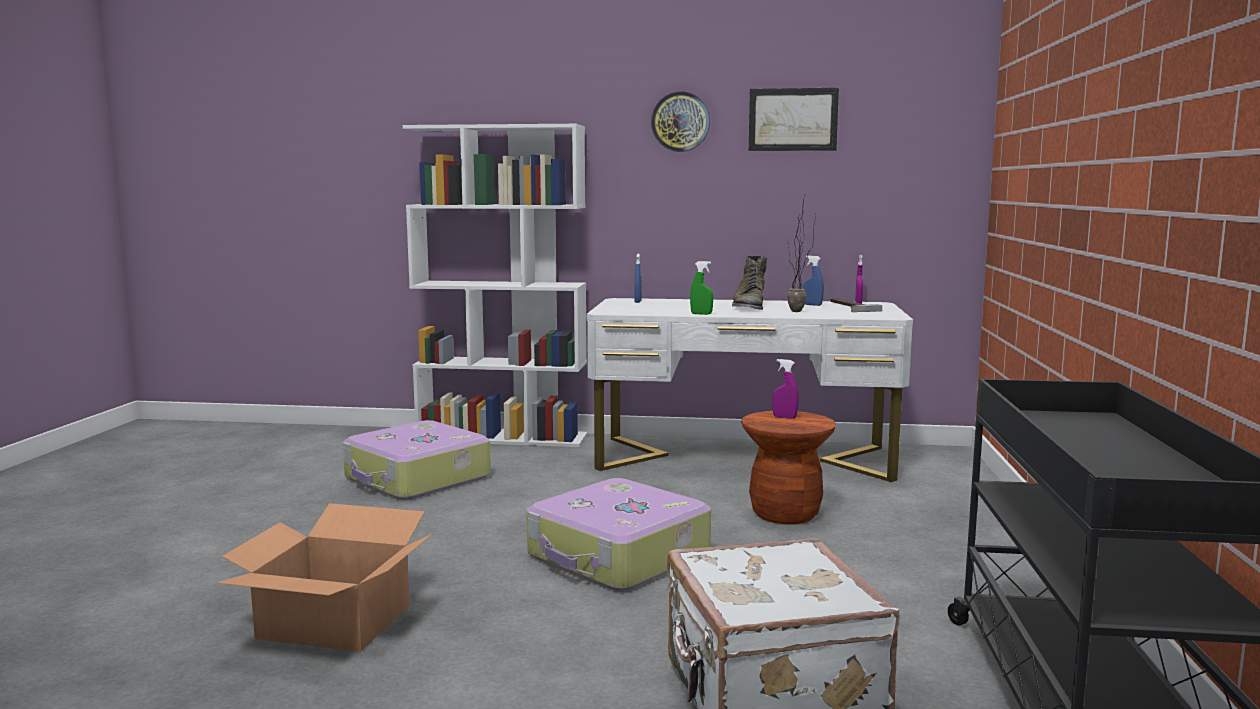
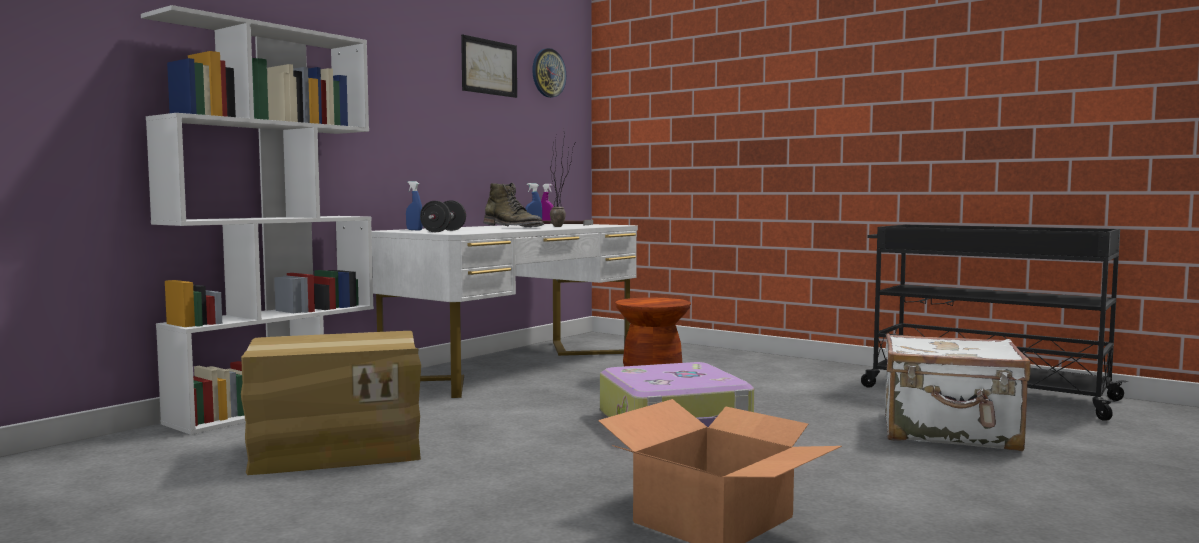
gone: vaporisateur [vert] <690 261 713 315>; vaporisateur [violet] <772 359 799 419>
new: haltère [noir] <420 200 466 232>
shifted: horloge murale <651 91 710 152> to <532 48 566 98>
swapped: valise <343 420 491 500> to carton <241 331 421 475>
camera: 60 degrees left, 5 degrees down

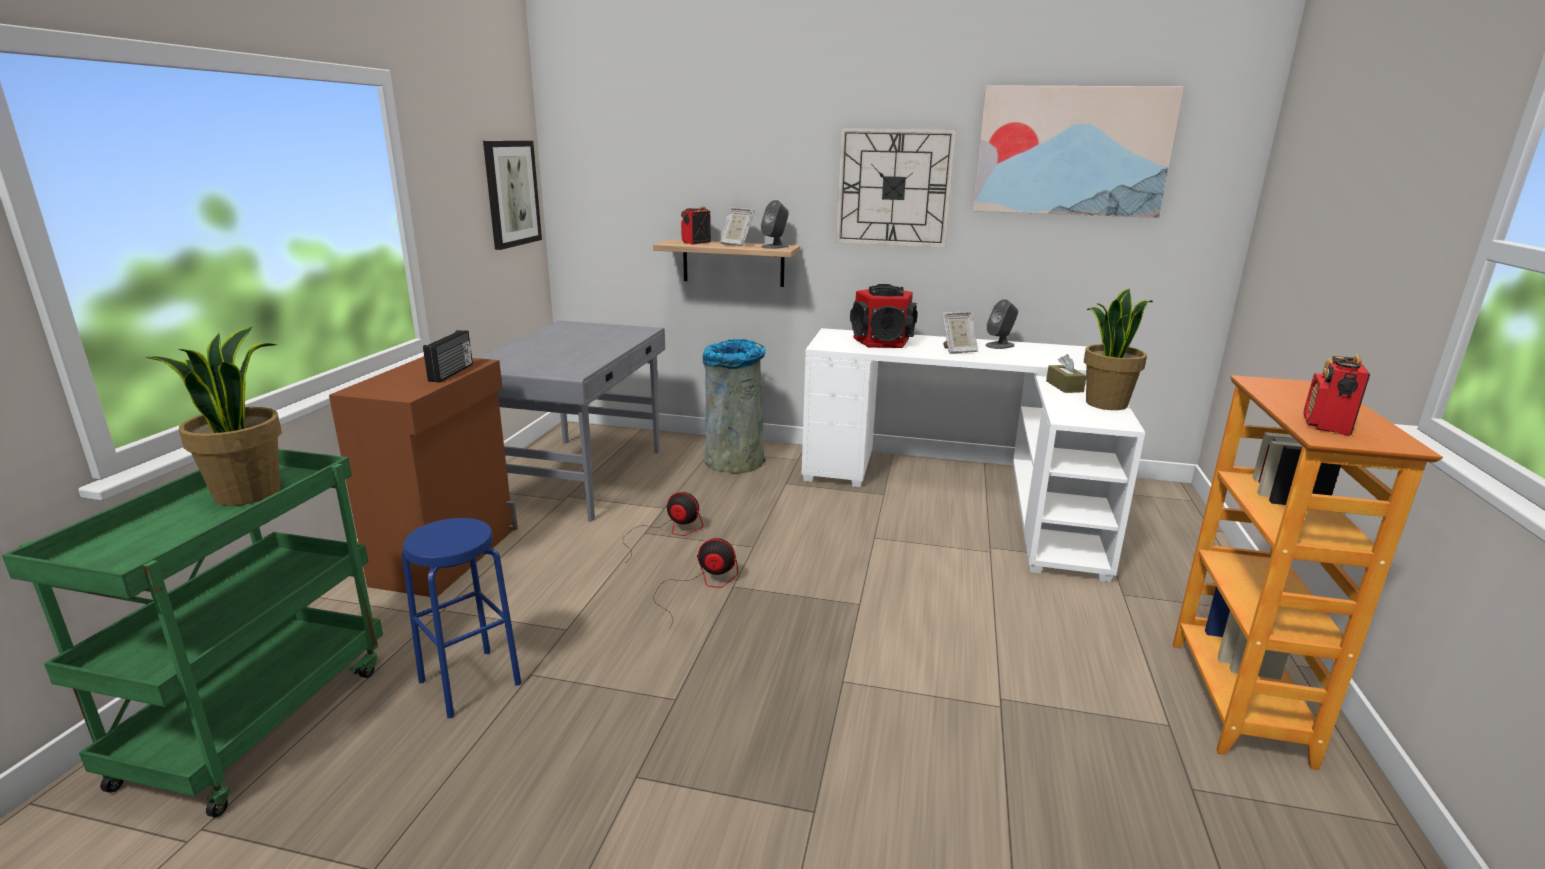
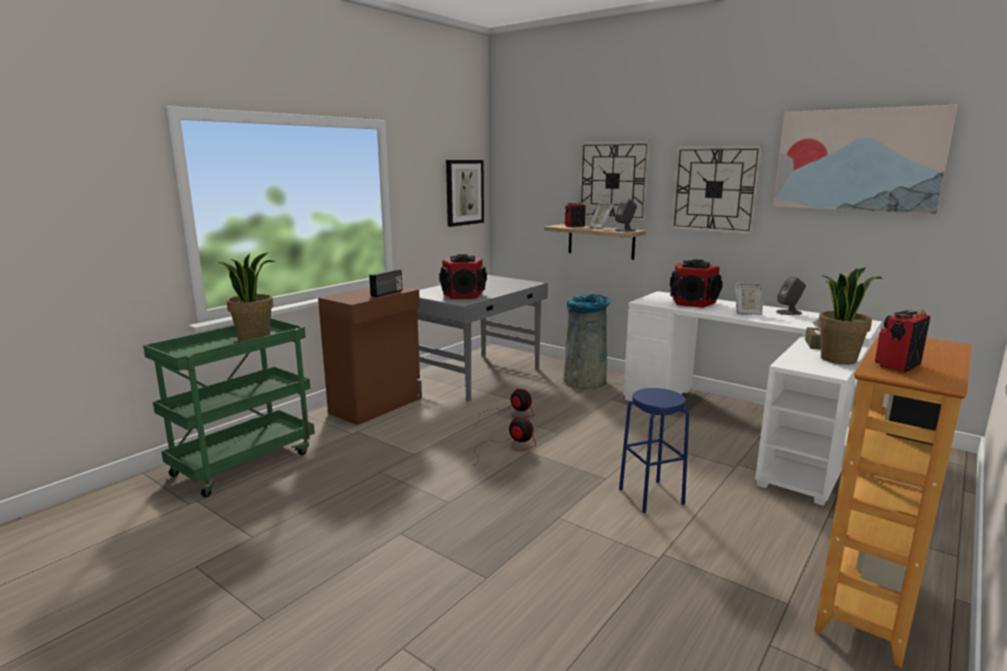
new: enceinte <439 254 487 299>; horloge murale <578 141 651 222>
shifted: tabouret [bleu] <402 518 521 718> to <619 388 689 513>
camera: 25 degrees right, 5 degrees down

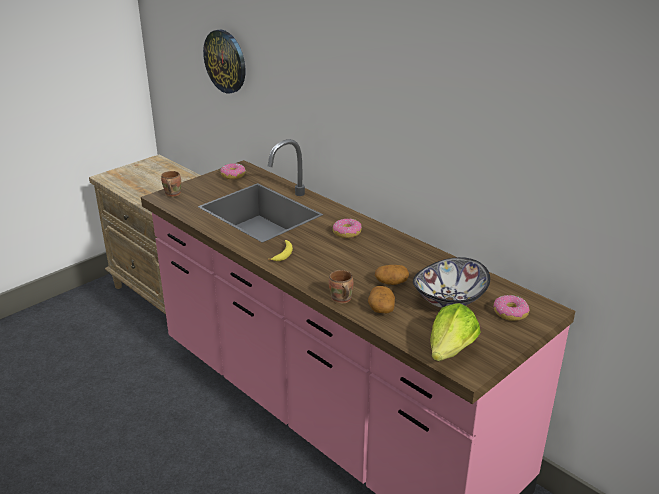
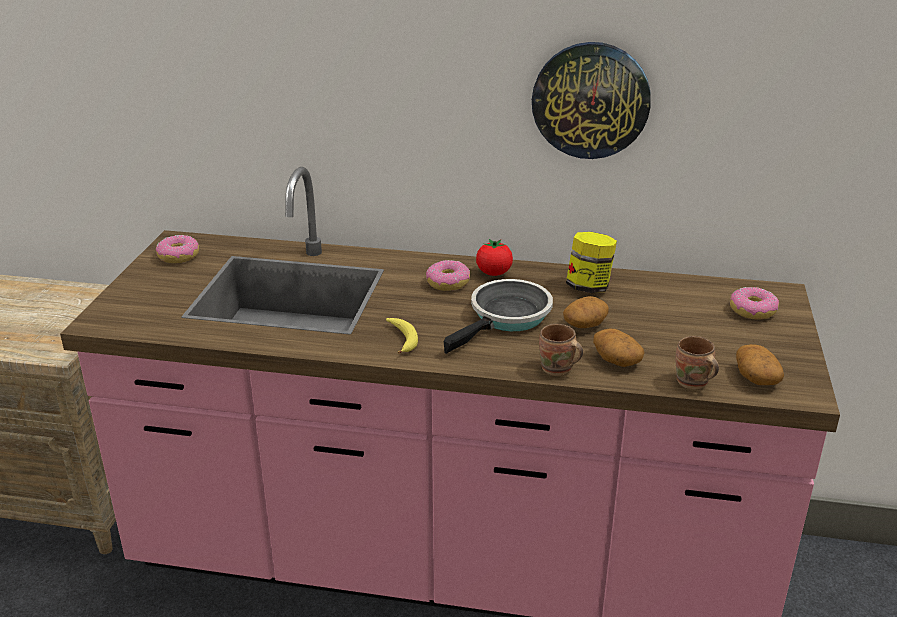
gone: bol <413 257 490 308>
new: poêle <444 279 553 354>; tomate <476 239 513 276>; bocal <566 232 617 293>
shifted: mug [marron] <161 171 181 197> to <675 336 719 389>; horloge murale <203 30 245 93> to <532 42 651 159>
swapped: laitue <430 303 480 361> to pomme de terre <736 344 784 385>
camera: 35 degrees left, 0 degrees up

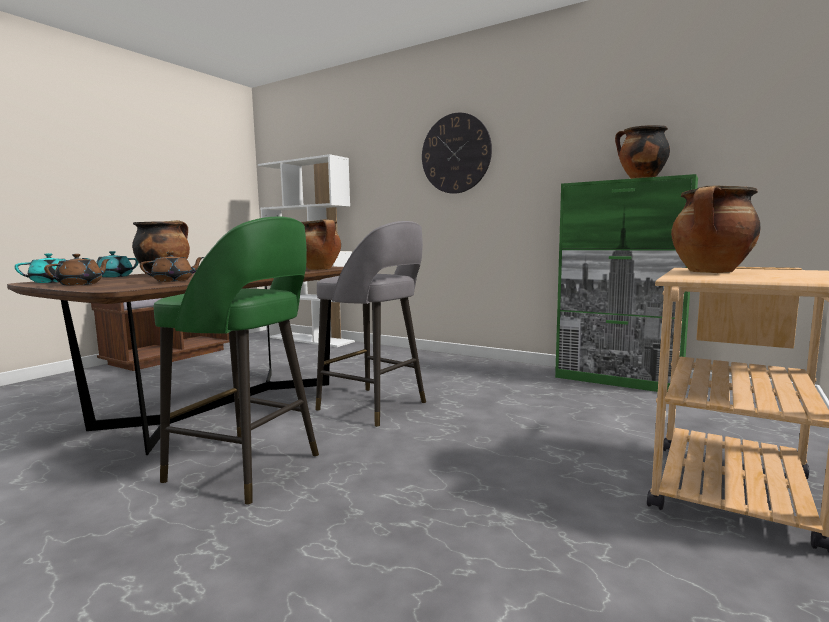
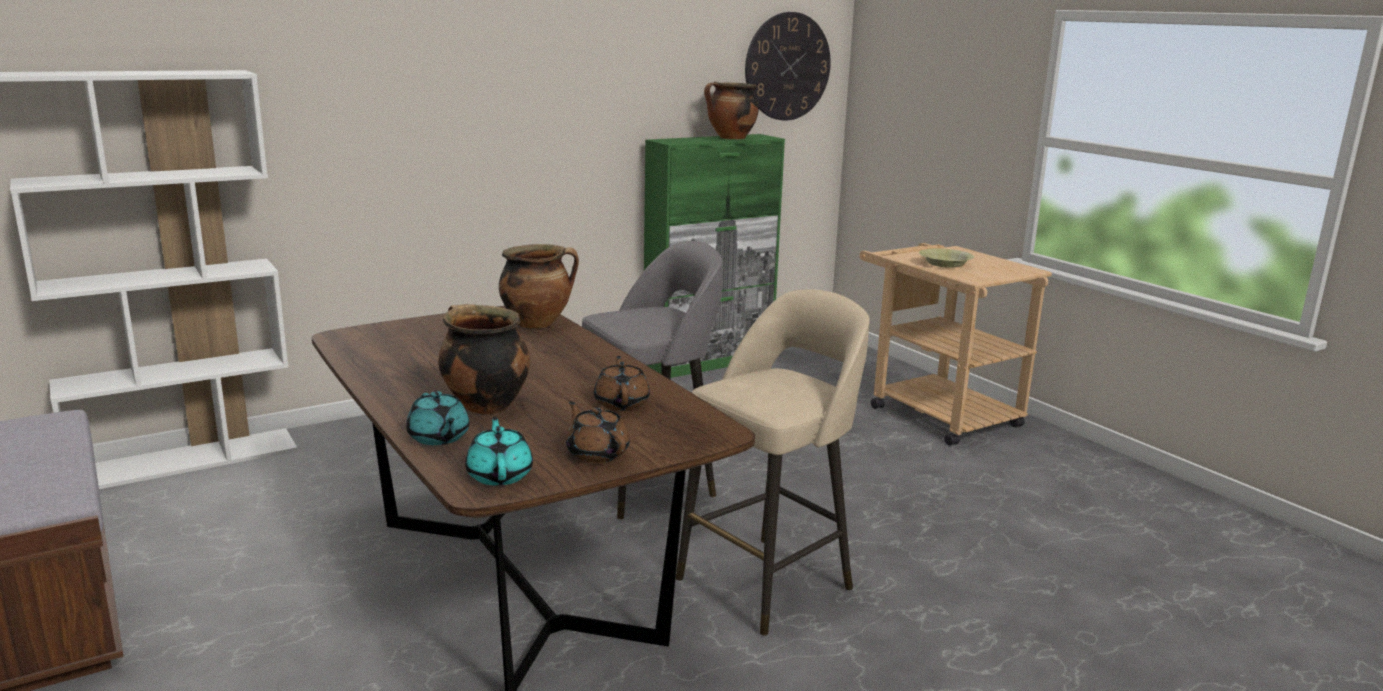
shifted: horloge murale <422 113 492 194> to <745 12 831 121>
swapped: marmite <671 186 760 273> to bol [jaune] <919 248 974 268>
repainted: tabouret [vert] <154 217 319 505> to tabouret [beige] <676 289 870 636>
camera: 65 degrees left, 10 degrees up

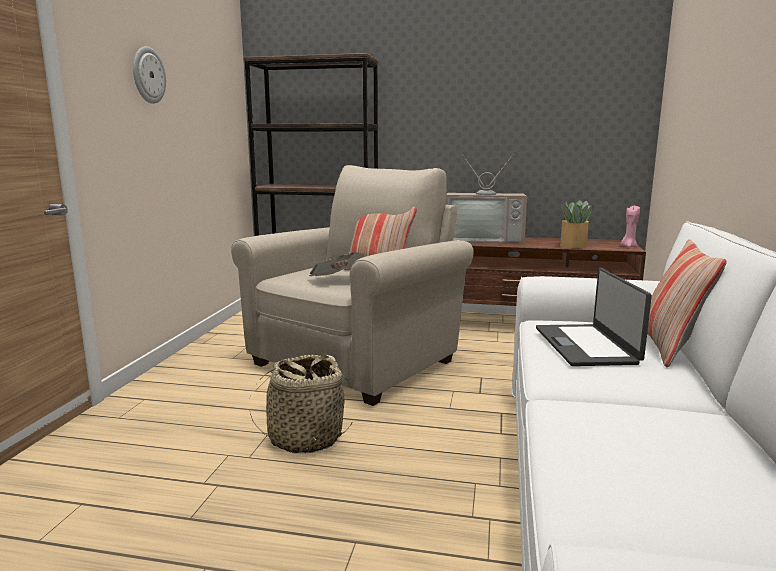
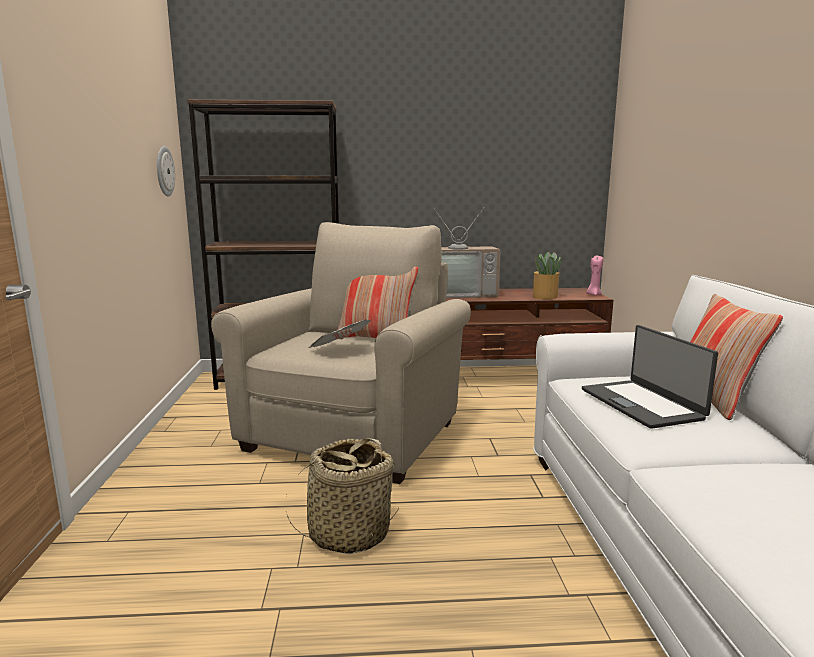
shifted: horloge murale <133 46 166 104> to <157 146 175 196>
camera: 15 degrees left, 0 degrees up

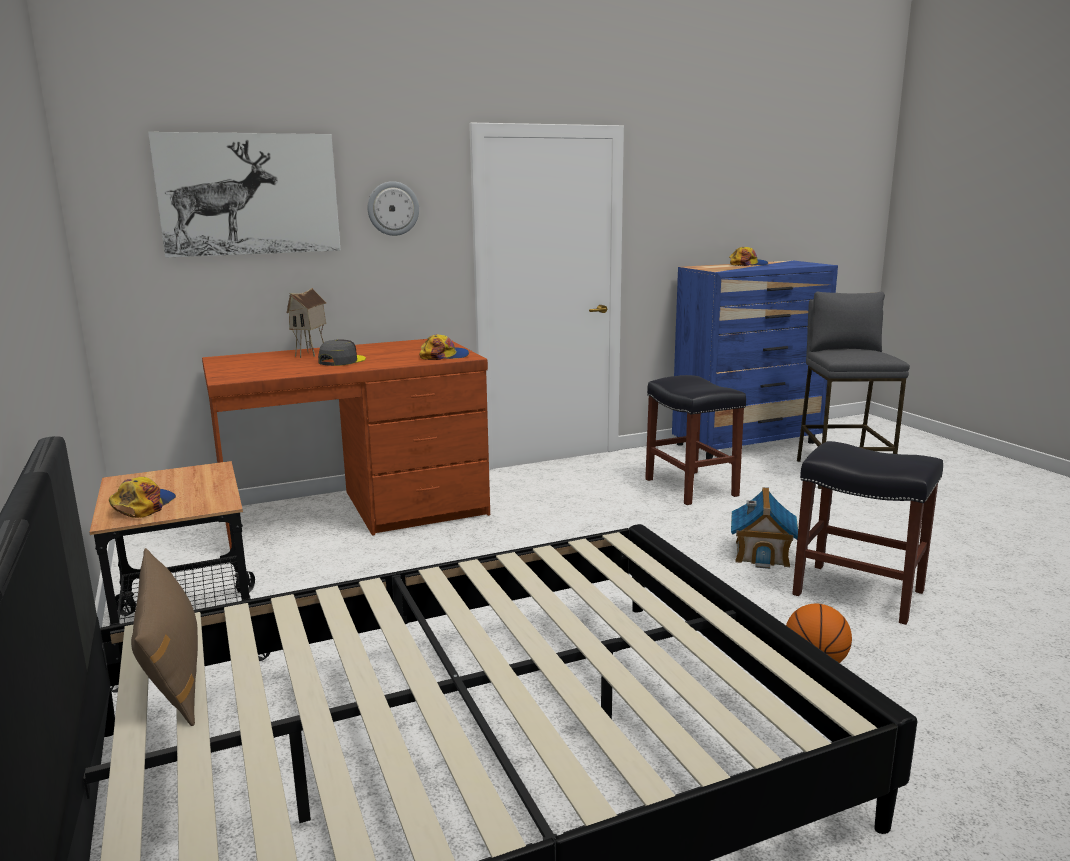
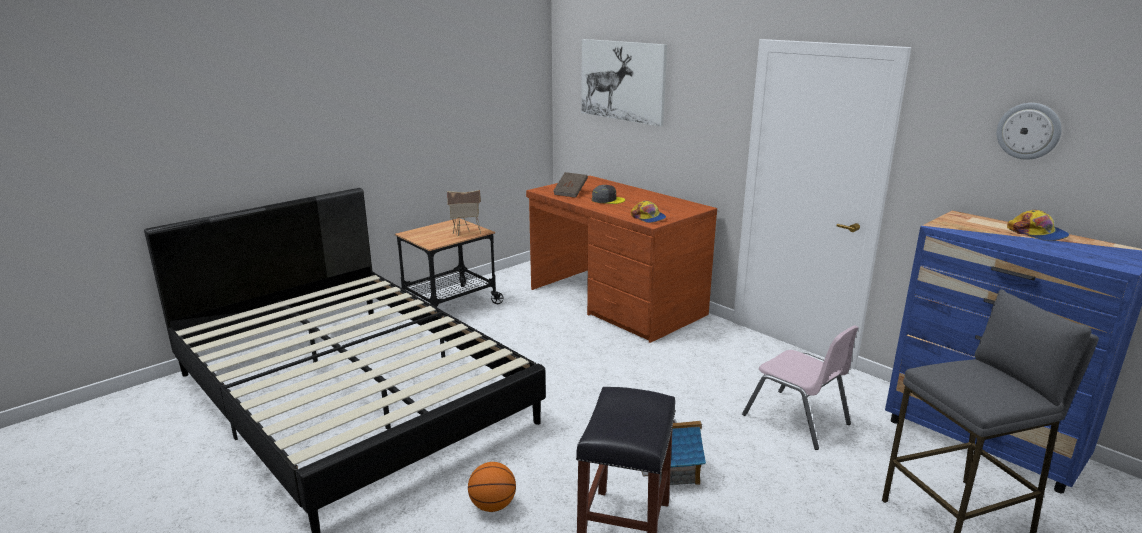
gone: casquette <109 477 176 518>; coussin [marron] <131 548 198 726>
new: livre [marron] <553 172 588 198>
shifted: maison miniature <287 288 326 358> to <447 190 481 236>; horloge murale <367 181 419 236> to <997 103 1062 160>
swapped: tabouret [noir] <645 375 746 505> to chaise [rose] <742 325 859 450>
camera: 70 degrees right, 5 degrees up

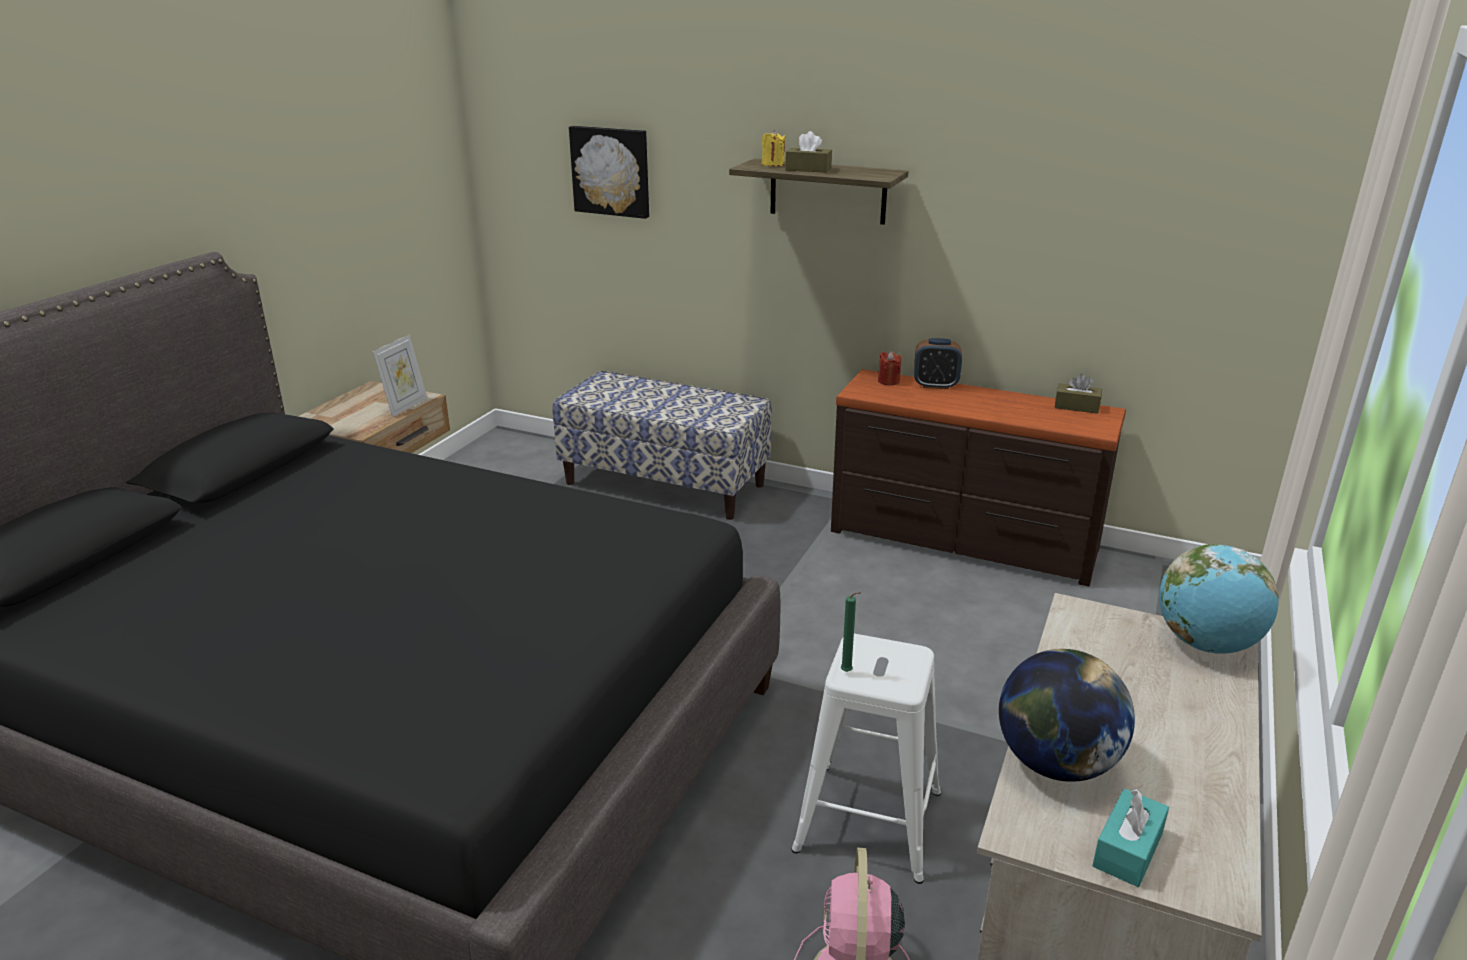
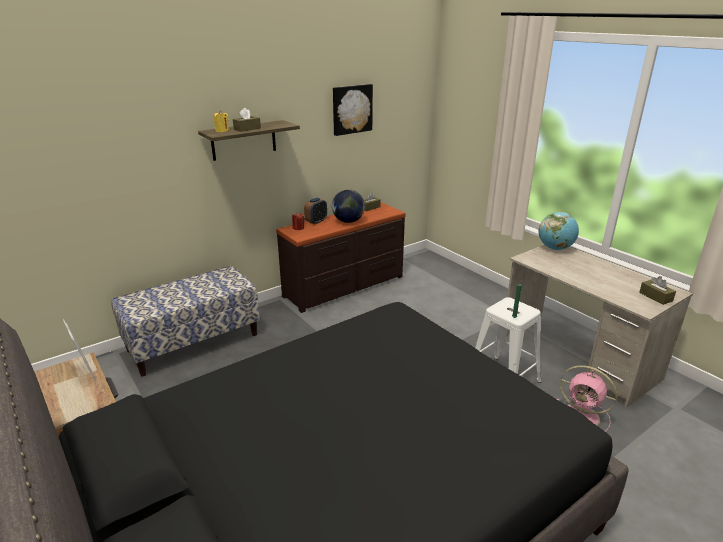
shifted: tableau <569 126 649 219> to <333 84 373 136>; globe <999 649 1135 782> to <332 189 365 223>
repainted: boîte à mouchoirs [turquoise] <1092 788 1169 887> to boîte à mouchoirs [marron] <639 276 676 305>
camera: 60 degrees left, 0 degrees up

